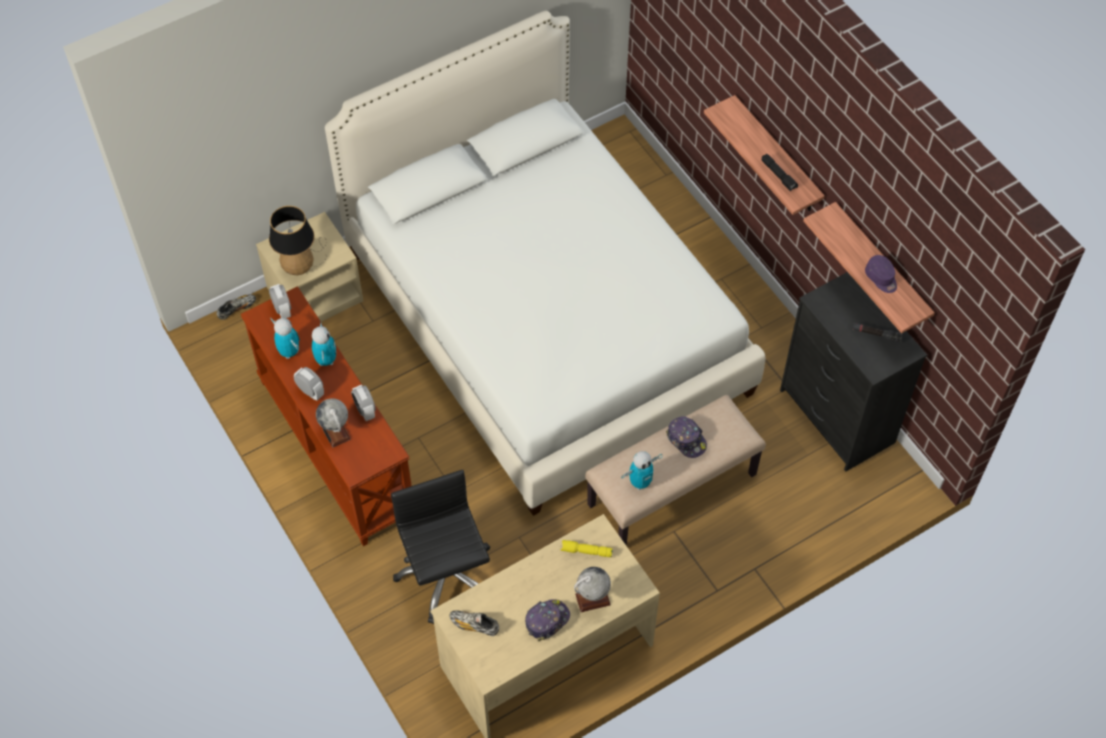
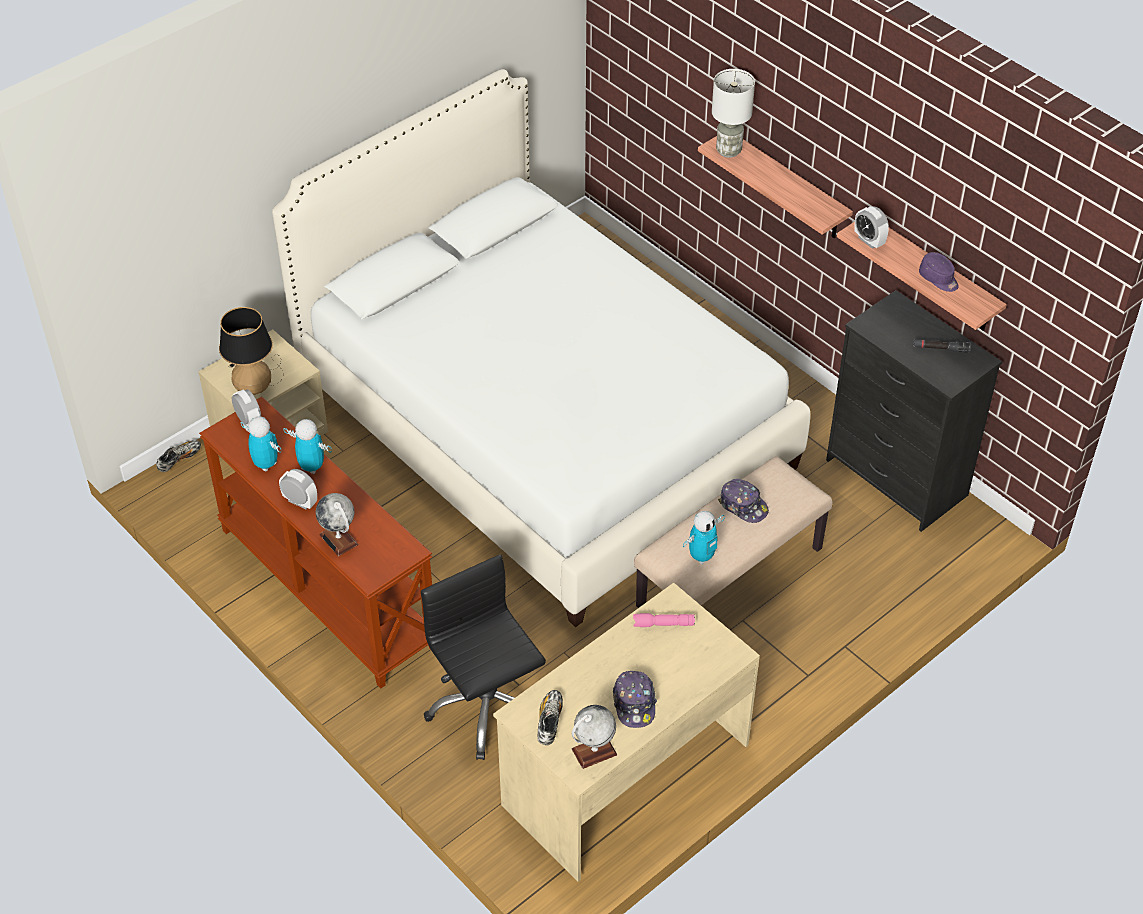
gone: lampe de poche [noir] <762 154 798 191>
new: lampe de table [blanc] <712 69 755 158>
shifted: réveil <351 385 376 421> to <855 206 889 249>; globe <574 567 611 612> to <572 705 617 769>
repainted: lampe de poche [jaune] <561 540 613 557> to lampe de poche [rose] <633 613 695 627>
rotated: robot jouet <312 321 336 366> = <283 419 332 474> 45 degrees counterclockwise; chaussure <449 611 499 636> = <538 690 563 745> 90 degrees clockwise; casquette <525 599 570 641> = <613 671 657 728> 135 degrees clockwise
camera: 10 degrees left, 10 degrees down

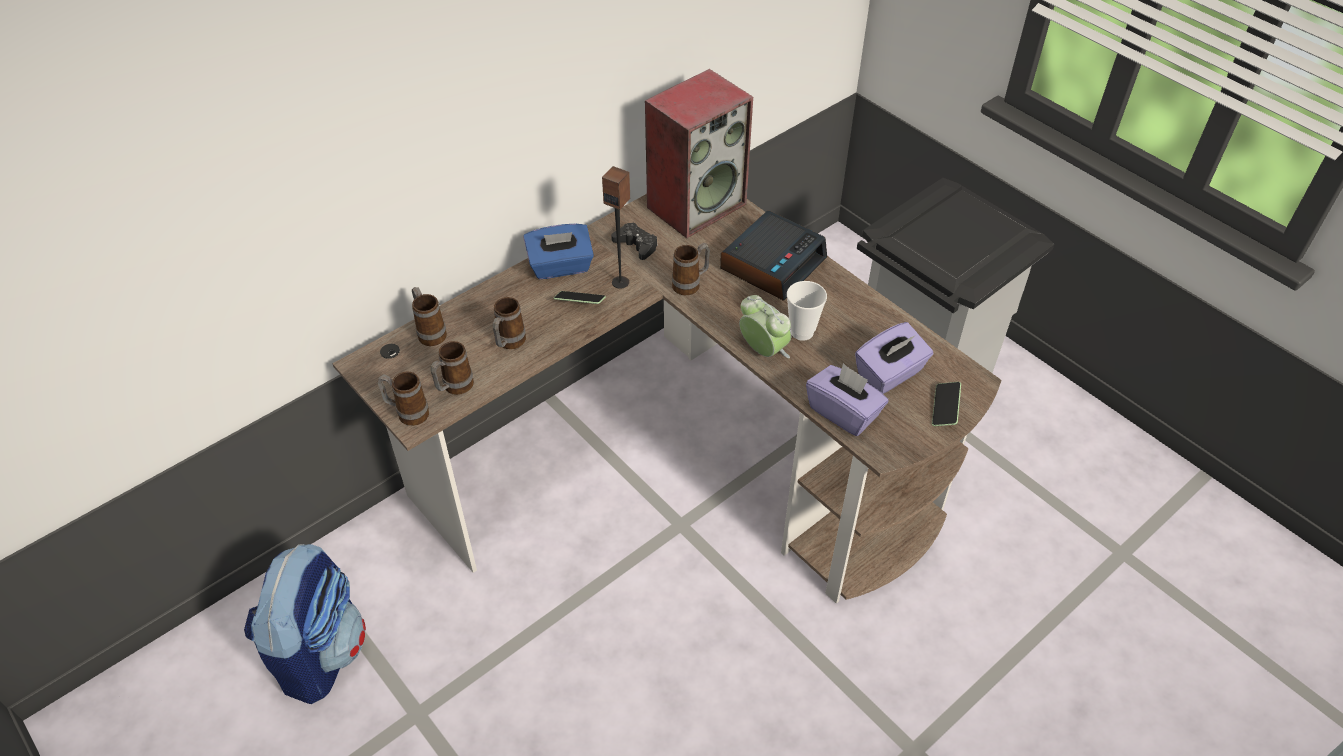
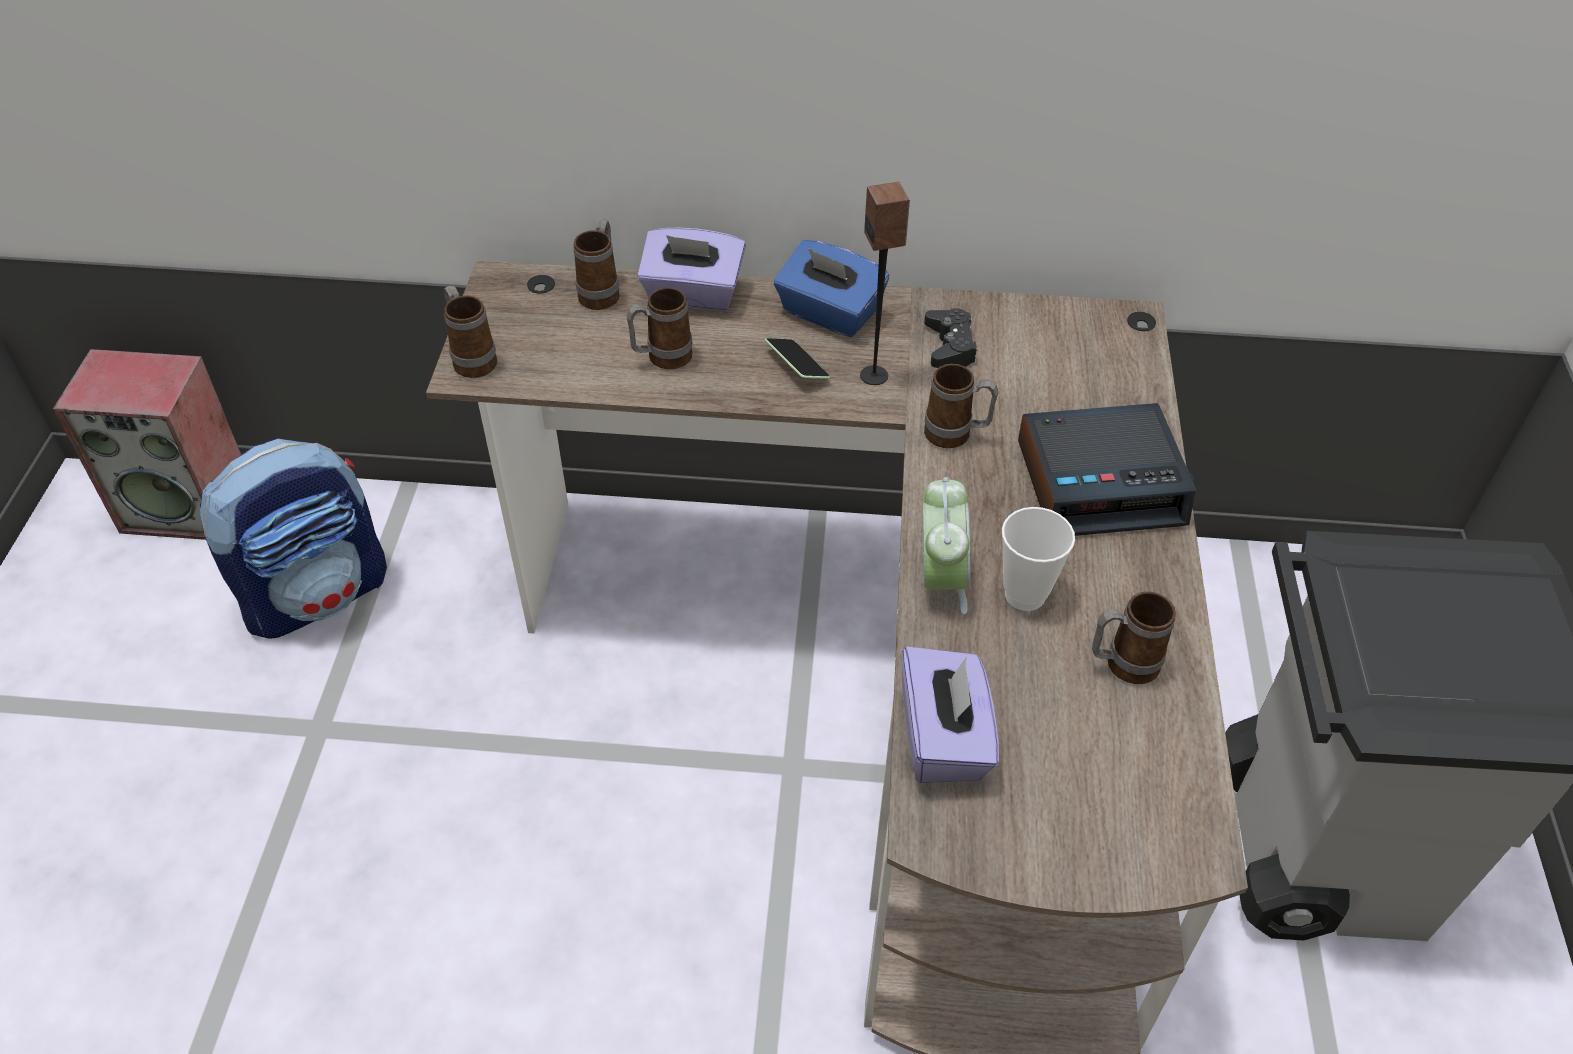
gone: téléphone <932 382 961 426>
shifted: mug <430 341 474 395> to <1092 592 1176 684>; enceinte <645 69 753 238> to <53 349 241 540>; boîte à mouchoirs [violet] <855 322 933 394> to <637 228 746 311>
camera: 45 degrees right, 0 degrees up

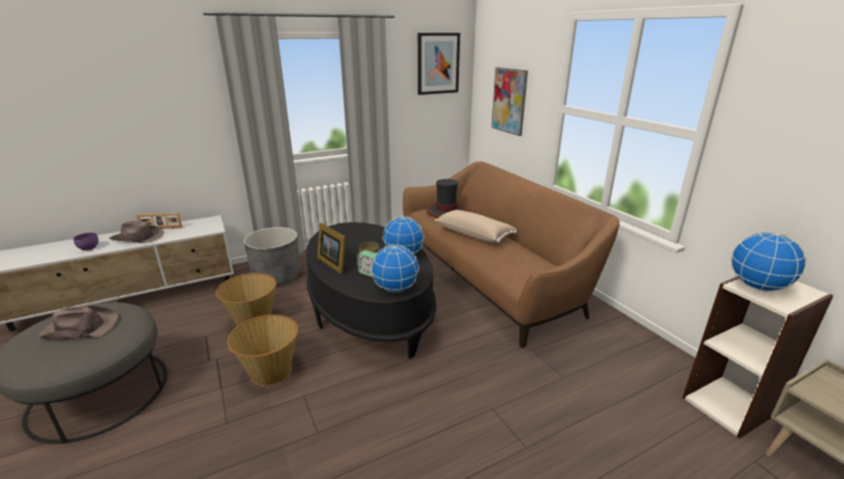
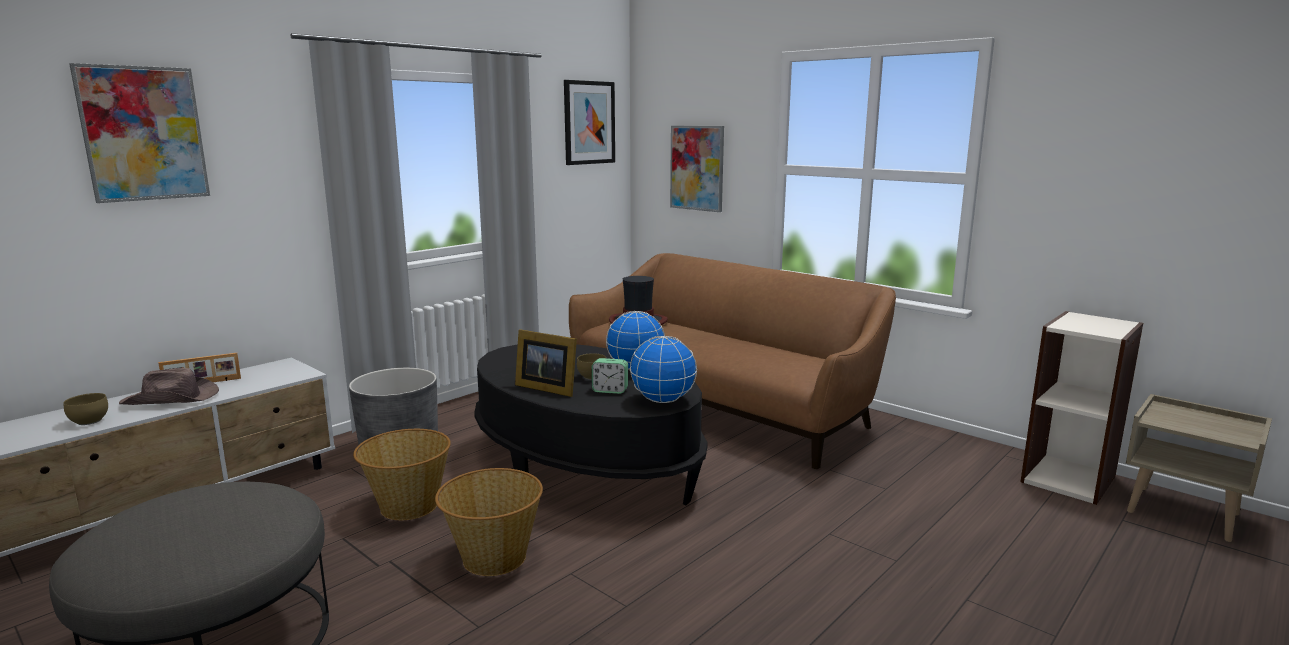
gone: chapeau [marron] <38 305 119 339>; coussin [beige] <435 210 517 243>; globe <731 232 806 291>
new: tableau <69 63 210 203>
repainted: bol [violet] <73 232 99 251> to bol [marron] <63 393 108 425>
camera: 20 degrees left, 10 degrees down

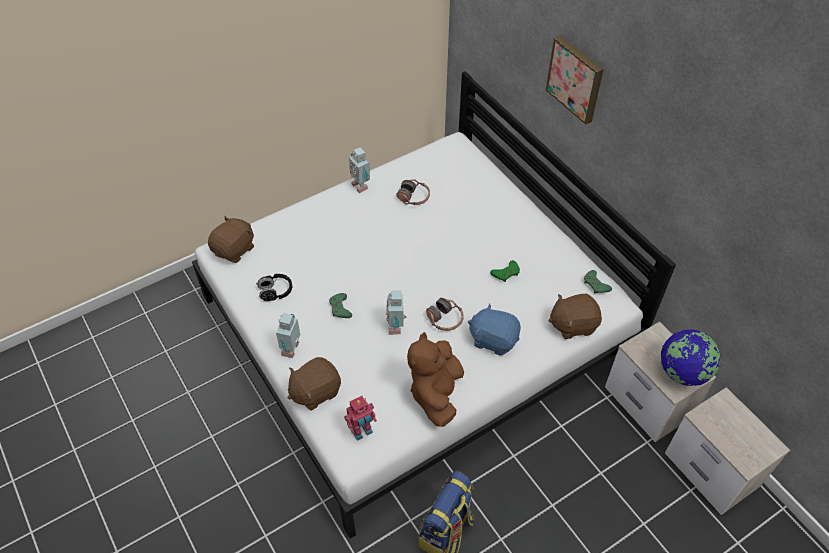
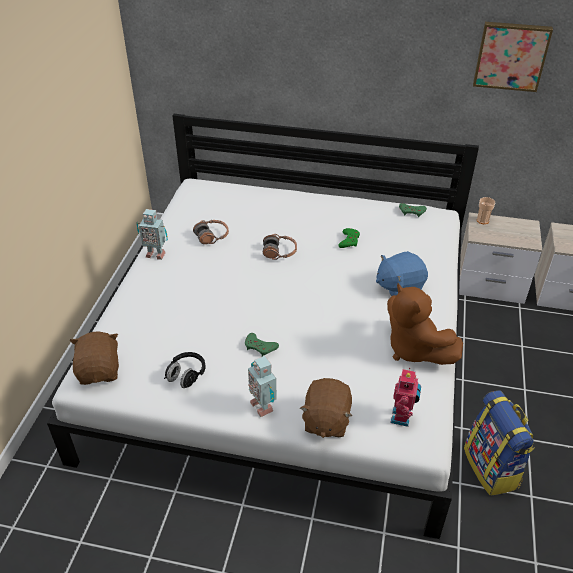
gone: robot jouet <386 290 407 335>; peluche [marron] <549 294 602 339>; globe <661 329 721 386>
new: tasse <477 197 495 224>
shifted: casque audio <426 298 464 331> to <263 234 297 260>; tableau <546 35 604 125> to <473 22 553 92>
camera: 45 degrees left, 10 degrees down

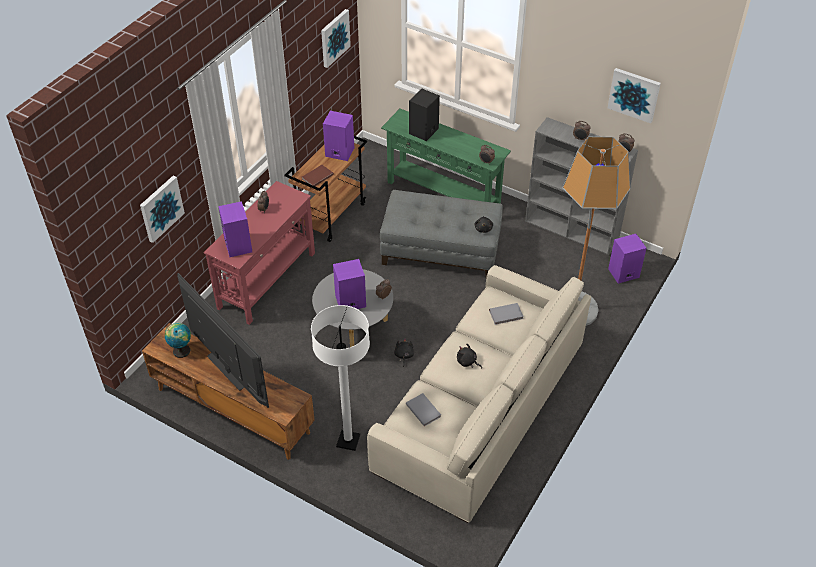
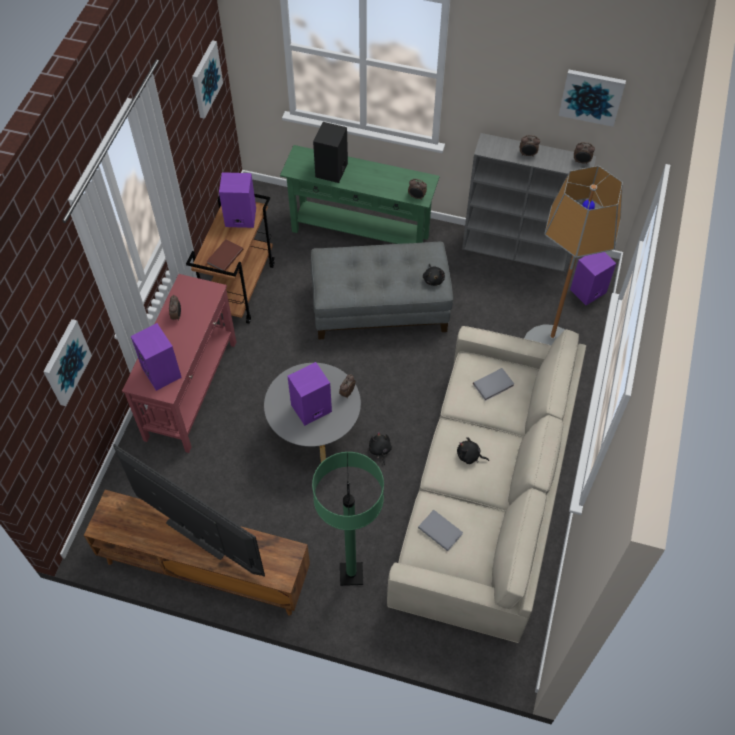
gone: globe <165 323 191 358>
repainted: lampadaire [blanc] <311 305 370 451> to lampadaire [vert] <312 452 384 586>
camera: 15 degrees left, 10 degrees up

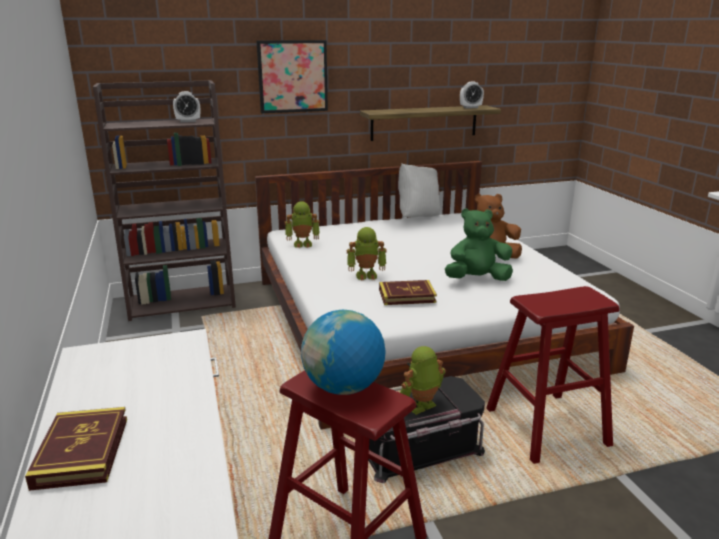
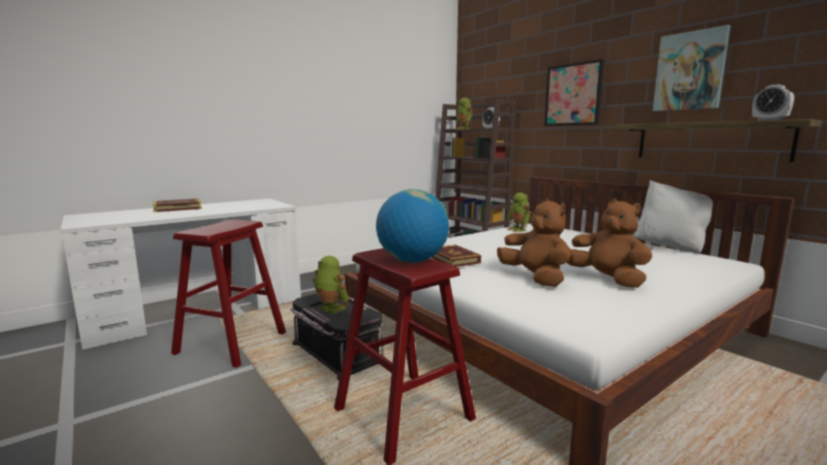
new: tableau <653 25 731 111>
shifted: globe <301 310 386 395> to <376 189 449 263>; robot jouet <347 227 387 281> to <456 98 473 129>
repainted: peluche [vert] <445 208 513 281> to peluche [marron] <497 198 571 287>
camera: 70 degrees right, 10 degrees down

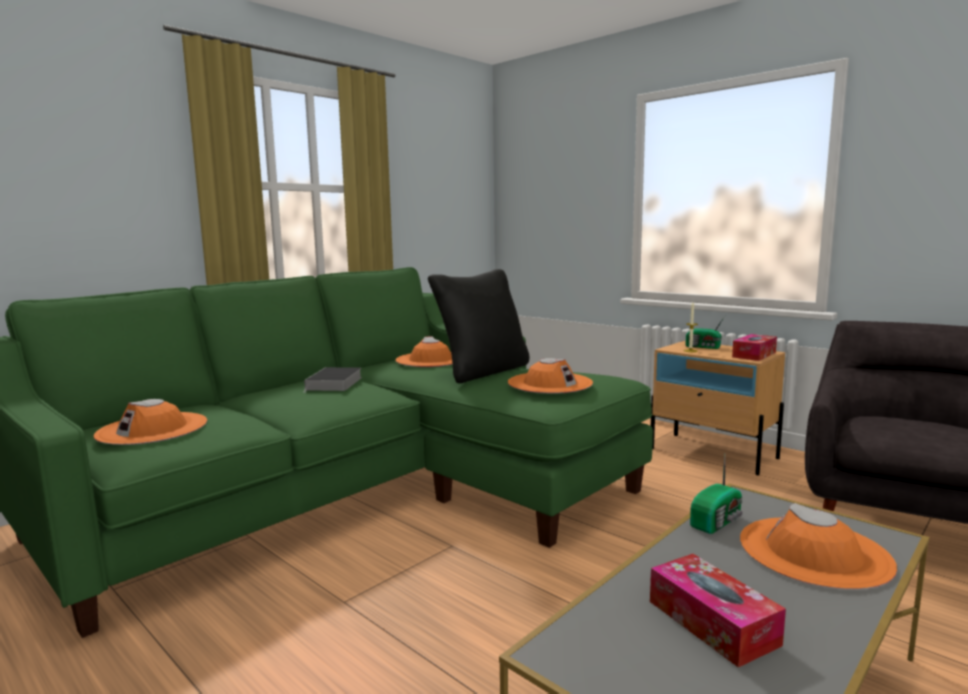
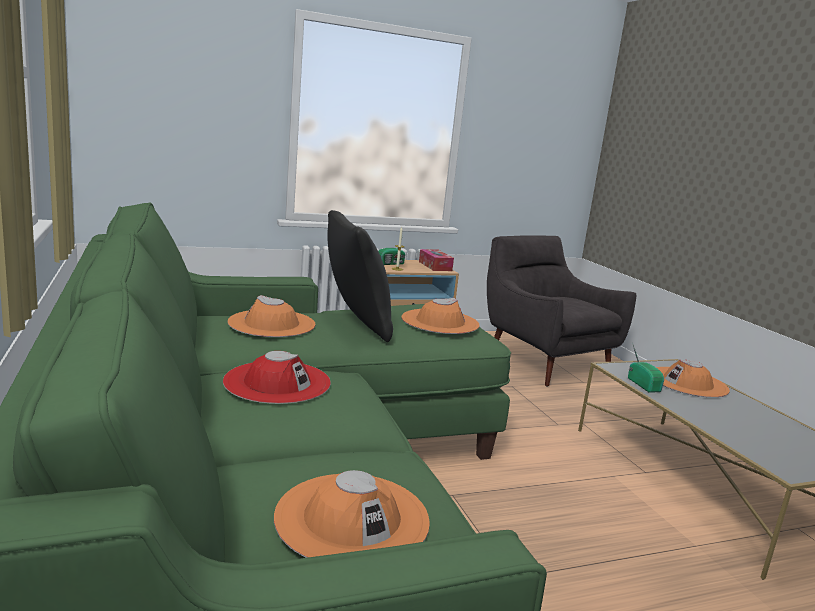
gone: boîte à mouchoirs <650 554 786 667>
swapped: livre <303 367 362 393> to chapeau [rouge] <223 351 331 404>
camera: 65 degrees left, 5 degrees up

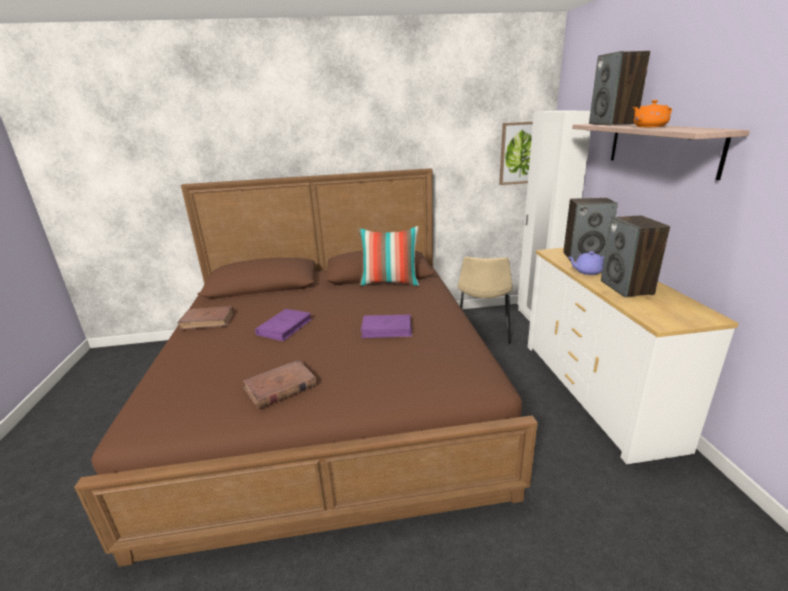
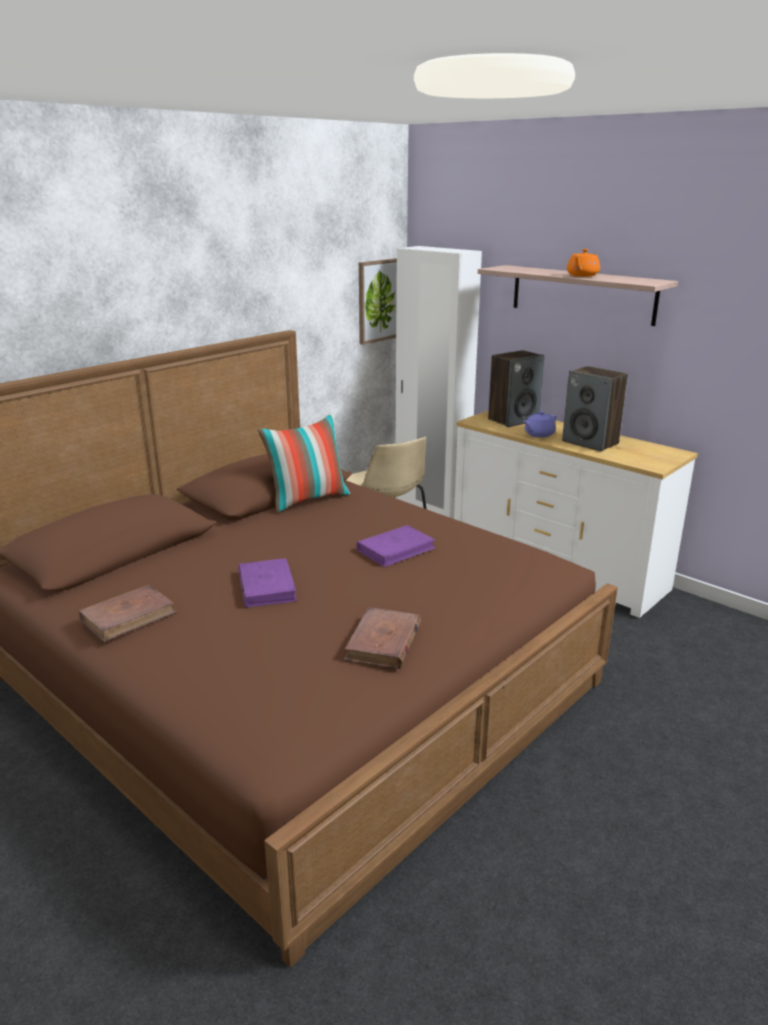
gone: enceinte <589 51 650 126>
camera: 40 degrees left, 0 degrees up

